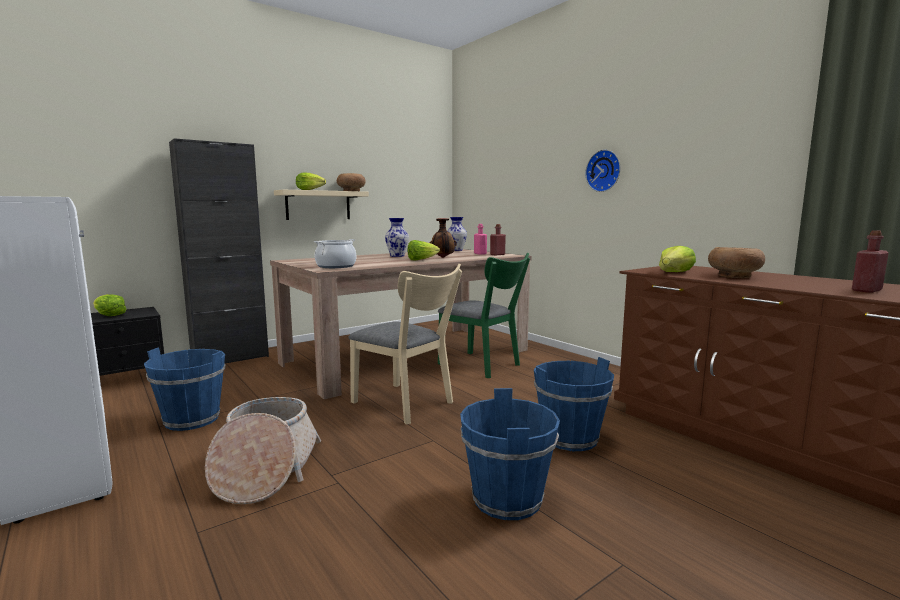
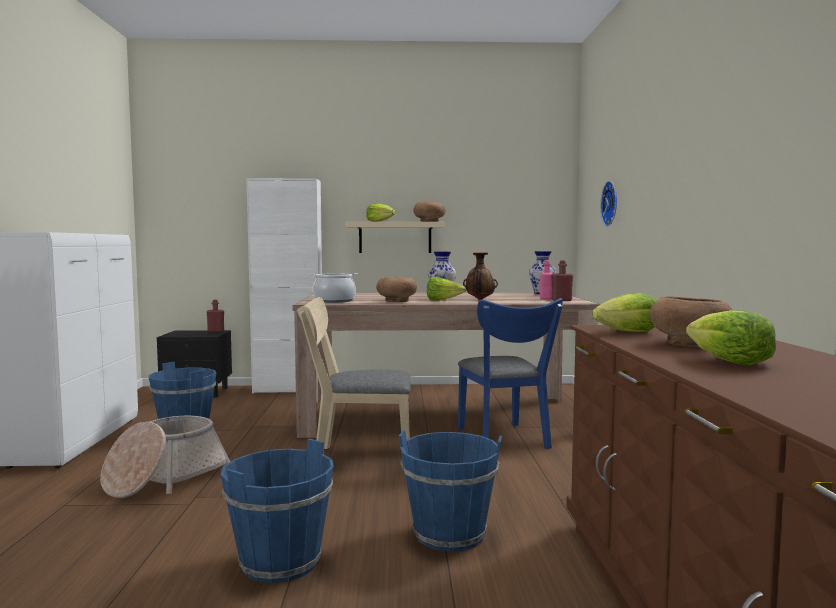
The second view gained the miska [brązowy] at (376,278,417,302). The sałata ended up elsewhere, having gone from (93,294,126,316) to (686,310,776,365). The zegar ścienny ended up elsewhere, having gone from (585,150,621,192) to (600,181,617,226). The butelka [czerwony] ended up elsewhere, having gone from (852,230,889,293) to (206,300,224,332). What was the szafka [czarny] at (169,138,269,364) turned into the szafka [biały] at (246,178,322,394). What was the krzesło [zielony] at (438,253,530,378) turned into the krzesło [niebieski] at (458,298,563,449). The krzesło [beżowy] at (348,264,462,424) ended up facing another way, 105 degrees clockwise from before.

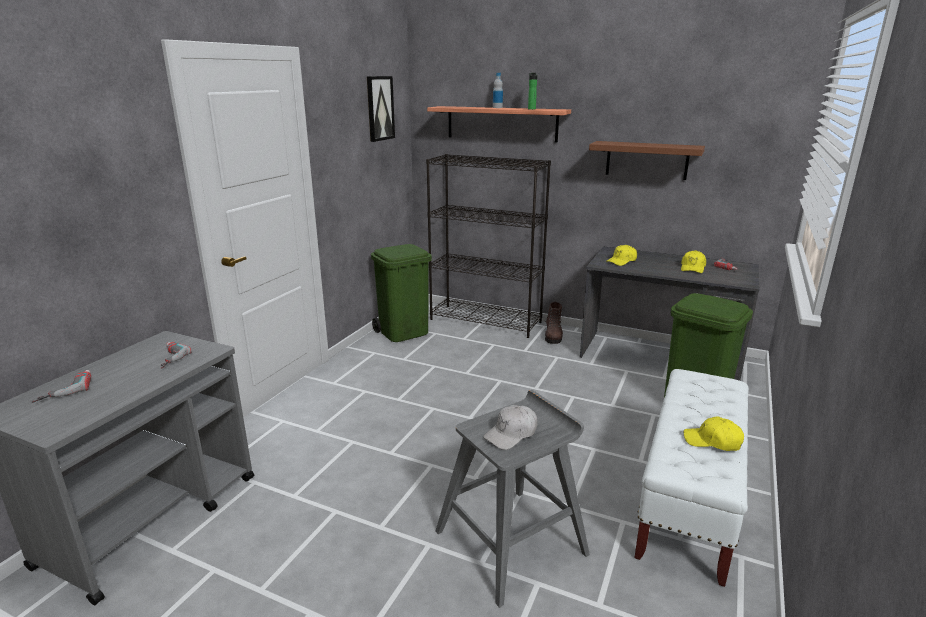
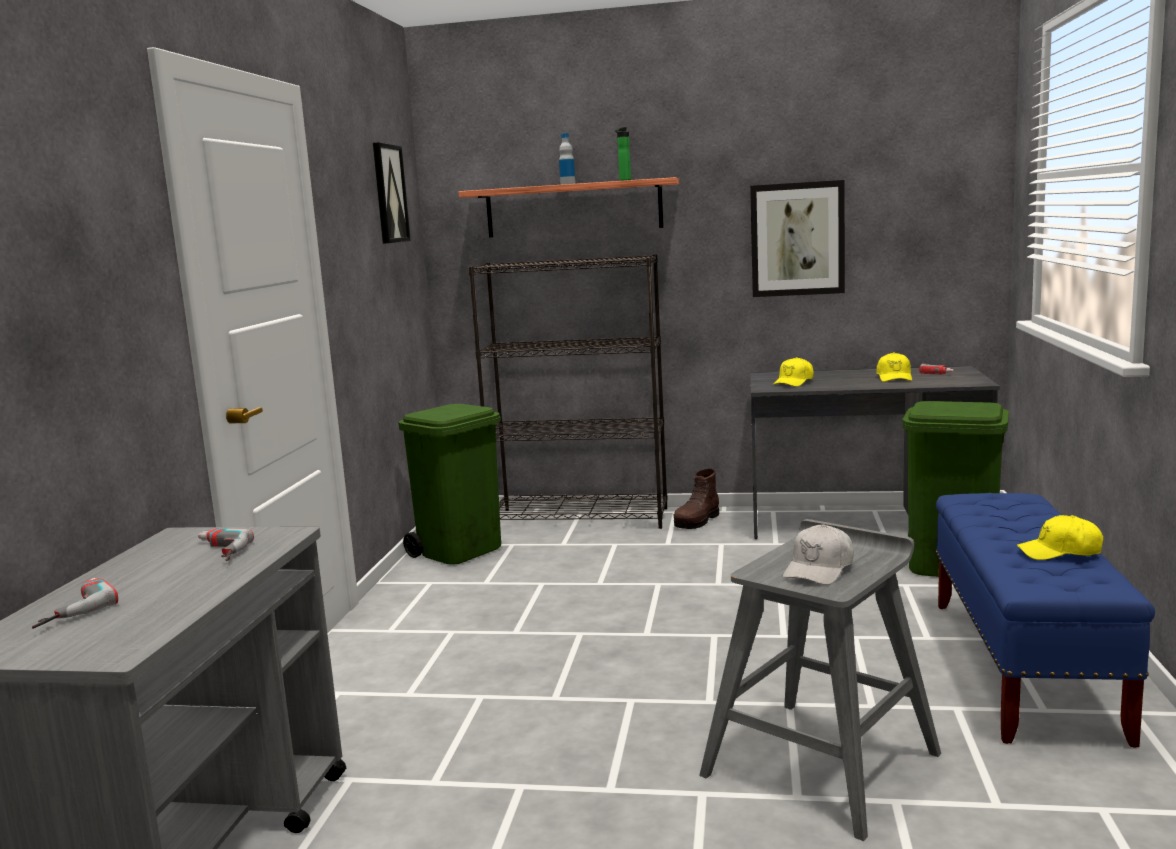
Where the półka [brązowy] hung at (589,141,705,180), the obraz came to hang at (750,180,845,297). What was the ławka [biały] at (634,369,749,587) turned into the ławka [niebieski] at (936,493,1155,748). The but z cholewką [brązowy] at (545,302,563,344) ended up facing another way, 45 degrees clockwise from before.

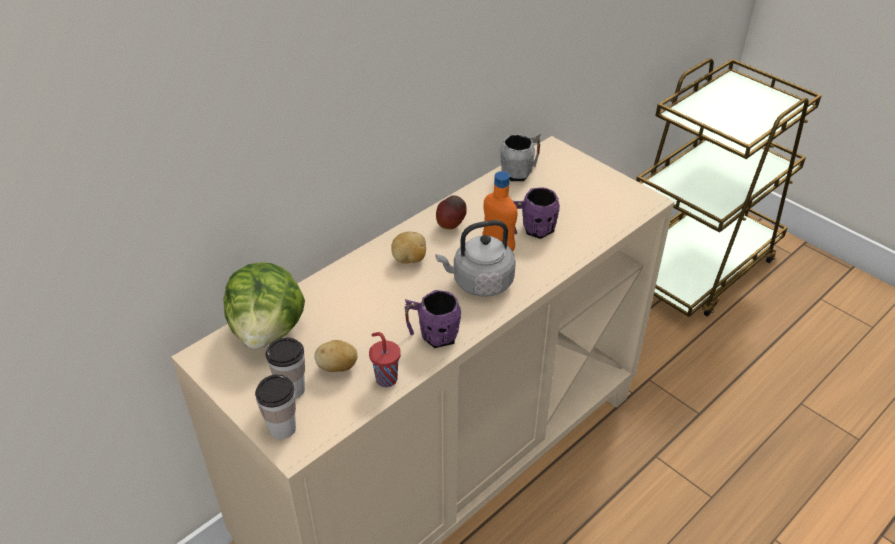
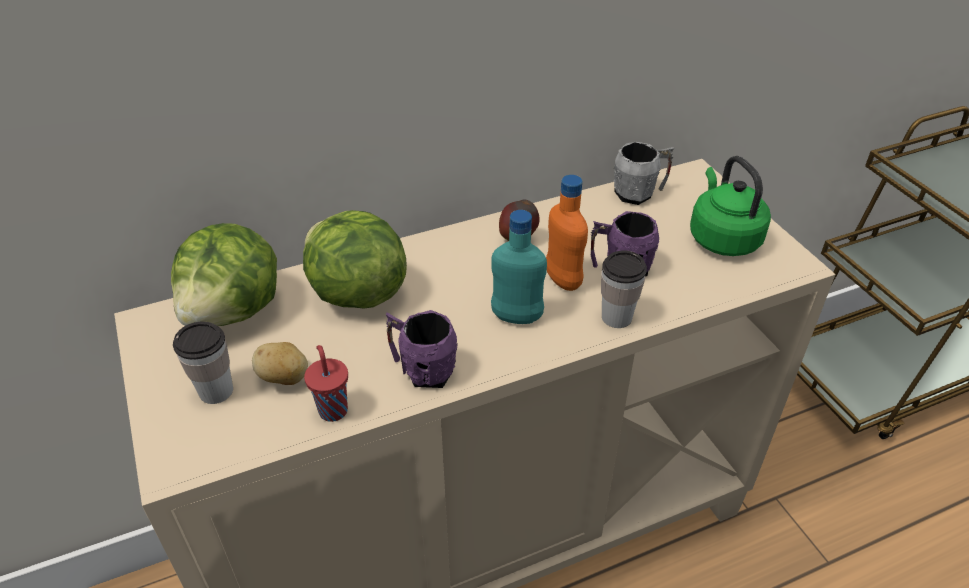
The second view lost the ziemniak at (391,231,426,264). The second view gained the sałata at (303,210,407,308). The second view gained the czajnik [zielony] at (690,156,771,256). The filiżanka ended up elsewhere, having gone from (255,374,296,439) to (601,250,647,328). Where the czajnik [szary] stood at (435,220,516,297), the butelka [turkusowy] came to stand at (491,210,547,324).

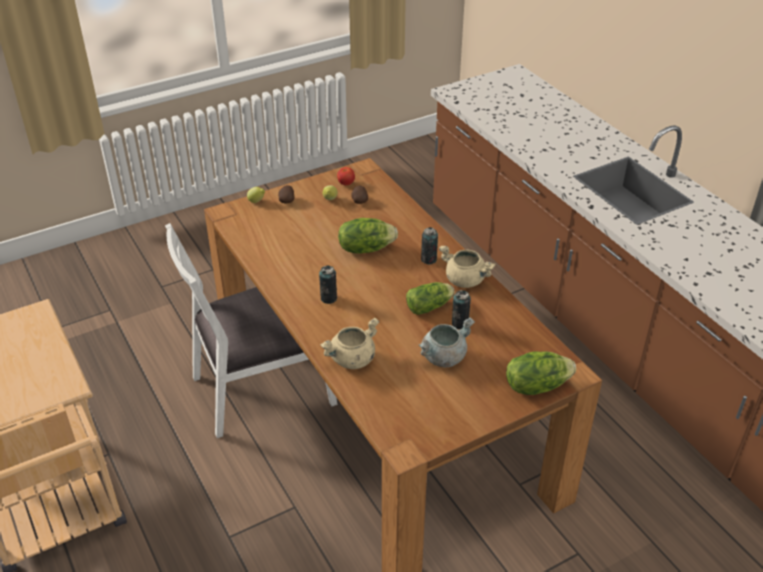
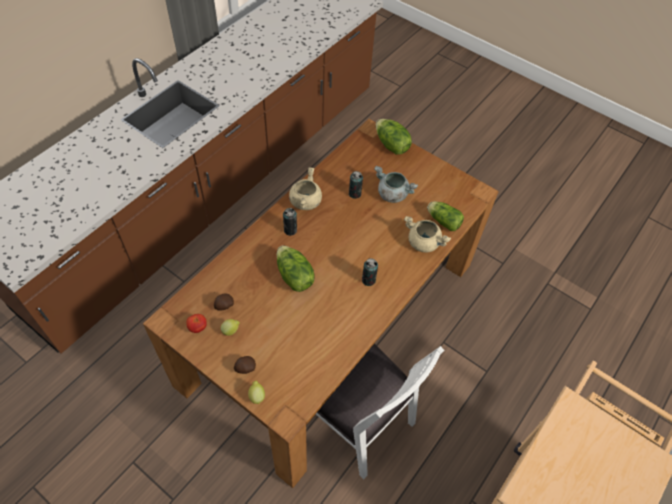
The sałata ended up elsewhere, having gone from (406,282,455,315) to (427,201,464,231).

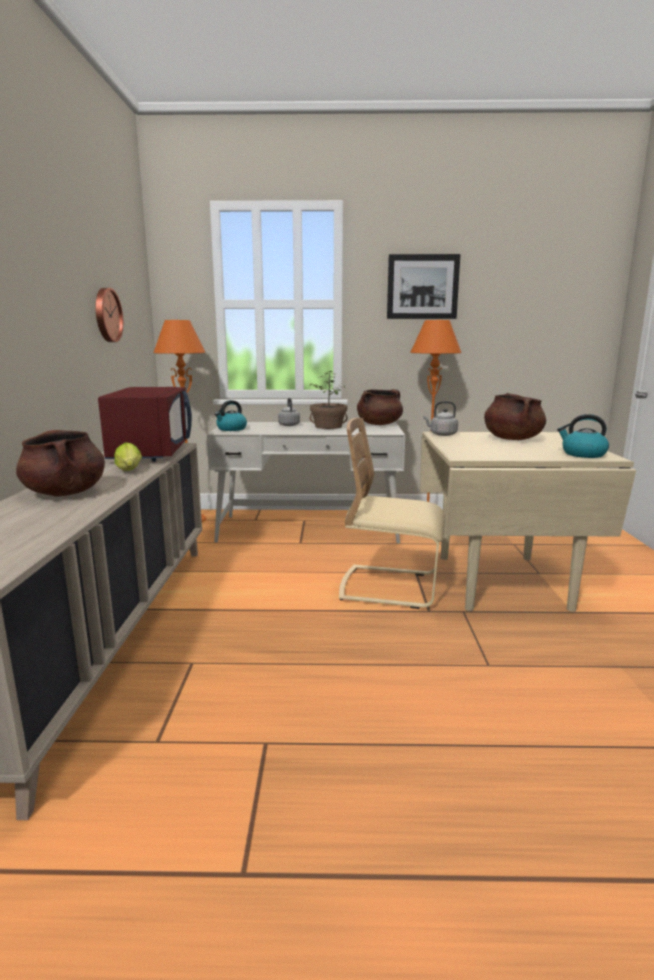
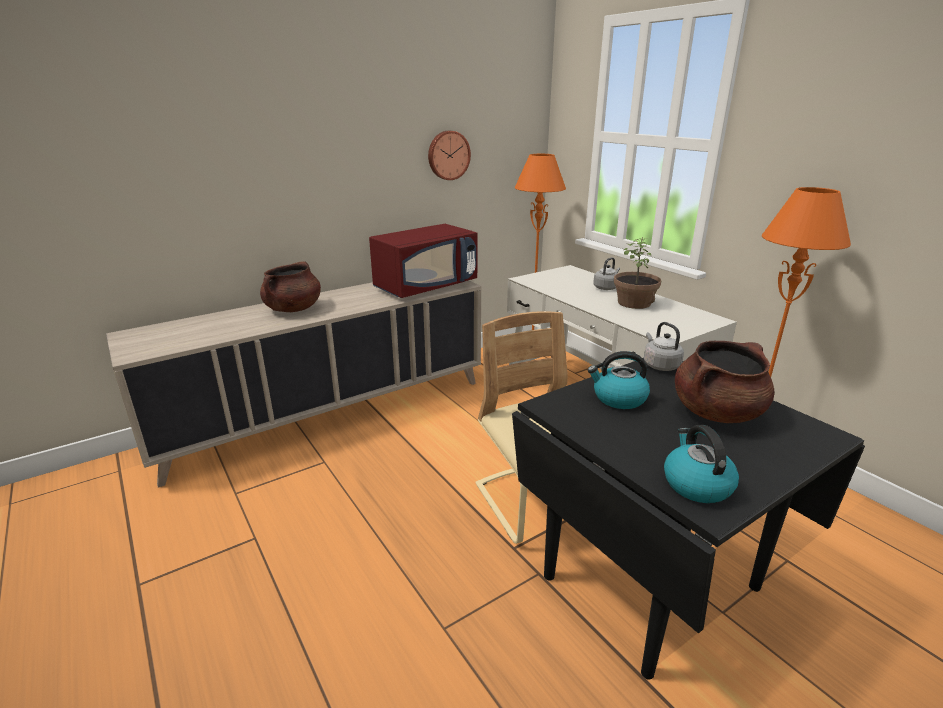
The second view lost the sałata at (114,442,142,471). The second view lost the garnek [brązowy] at (357,389,403,425). The second view lost the obraz at (387,254,461,319). The czajnik ended up elsewhere, having gone from (215,400,247,431) to (588,351,650,409). What was the stół jadalny [beżowy] at (420,432,636,612) turned into the stół jadalny [czarny] at (512,358,865,680).

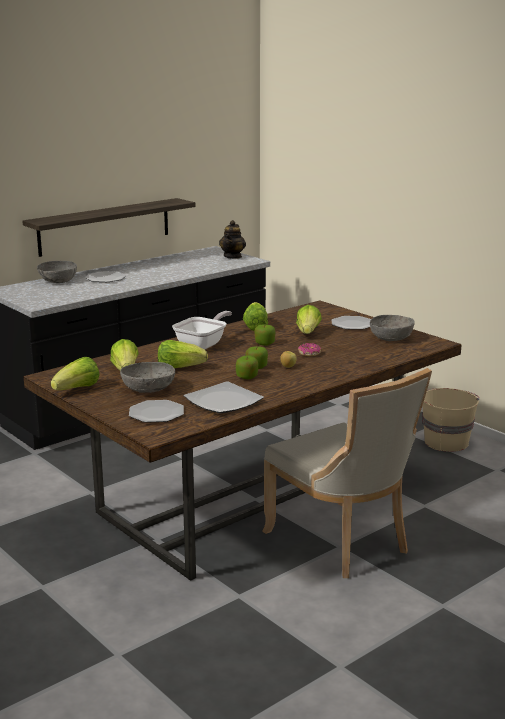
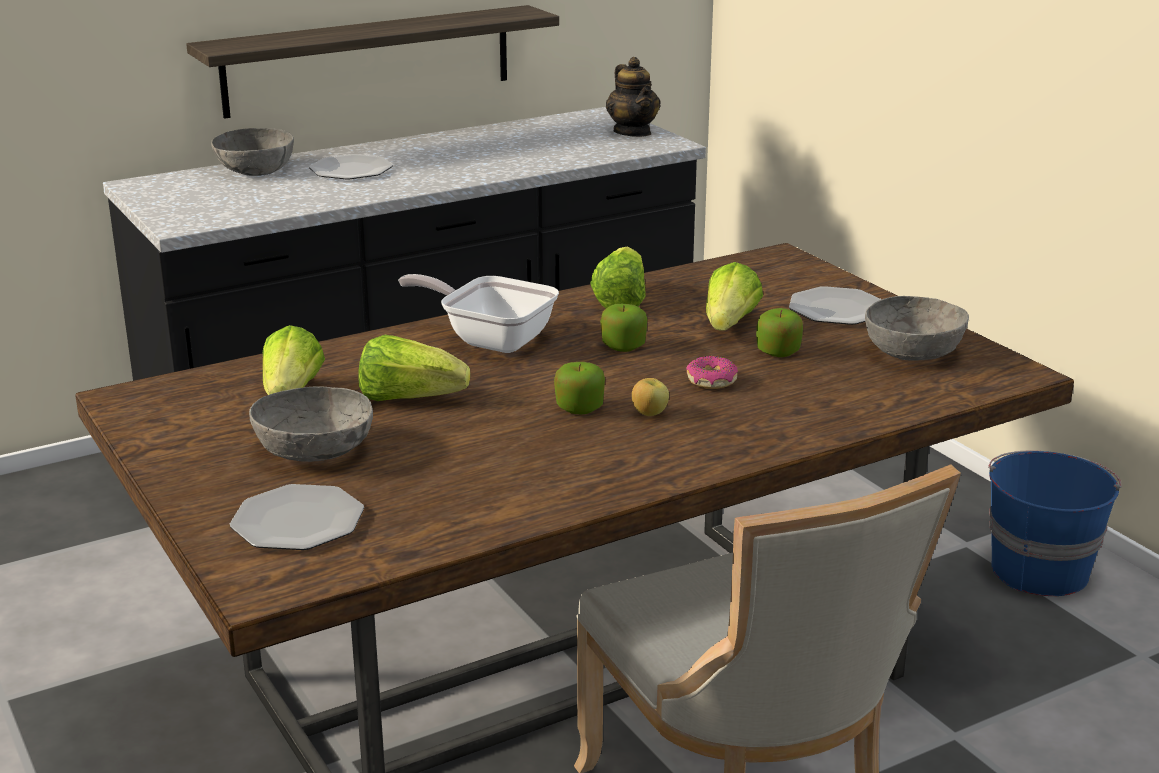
The second view lost the sałata at (51,357,100,390). The second view lost the talerz at (184,381,264,413). The jabłko ended up elsewhere, having gone from (236,355,258,379) to (756,308,803,357). What was the wiadro [beżowy] at (422,388,479,452) turned into the wiadro [niebieski] at (988,450,1121,596). The patelnia at (172,311,232,350) ended up facing another way, 105 degrees counterclockwise from before. The imbryk at (219,220,246,259) ended up facing another way, 45 degrees counterclockwise from before.

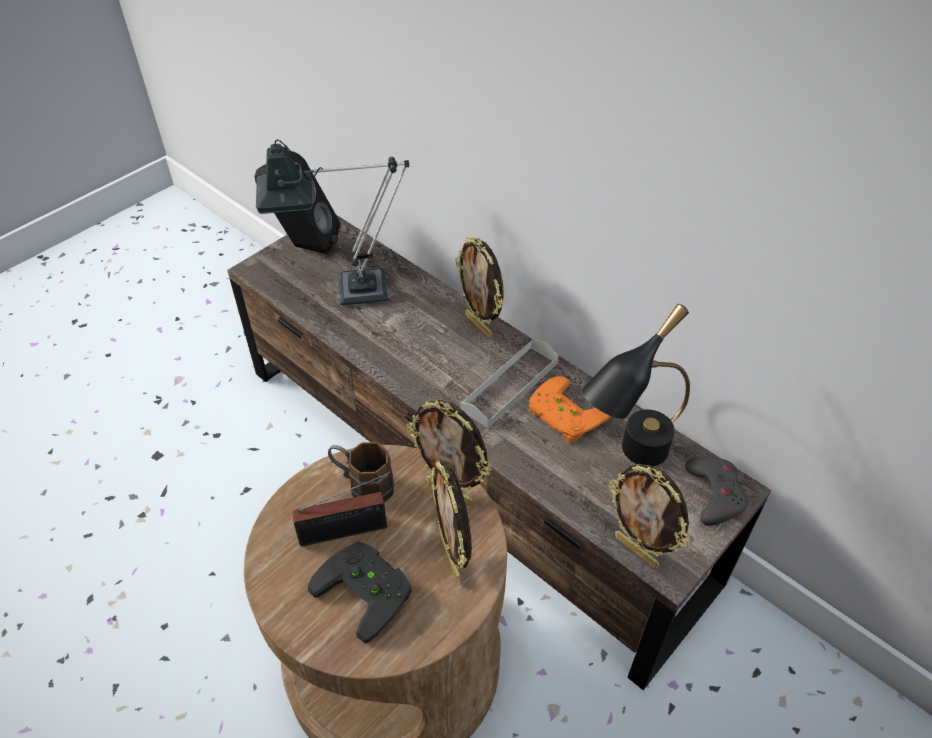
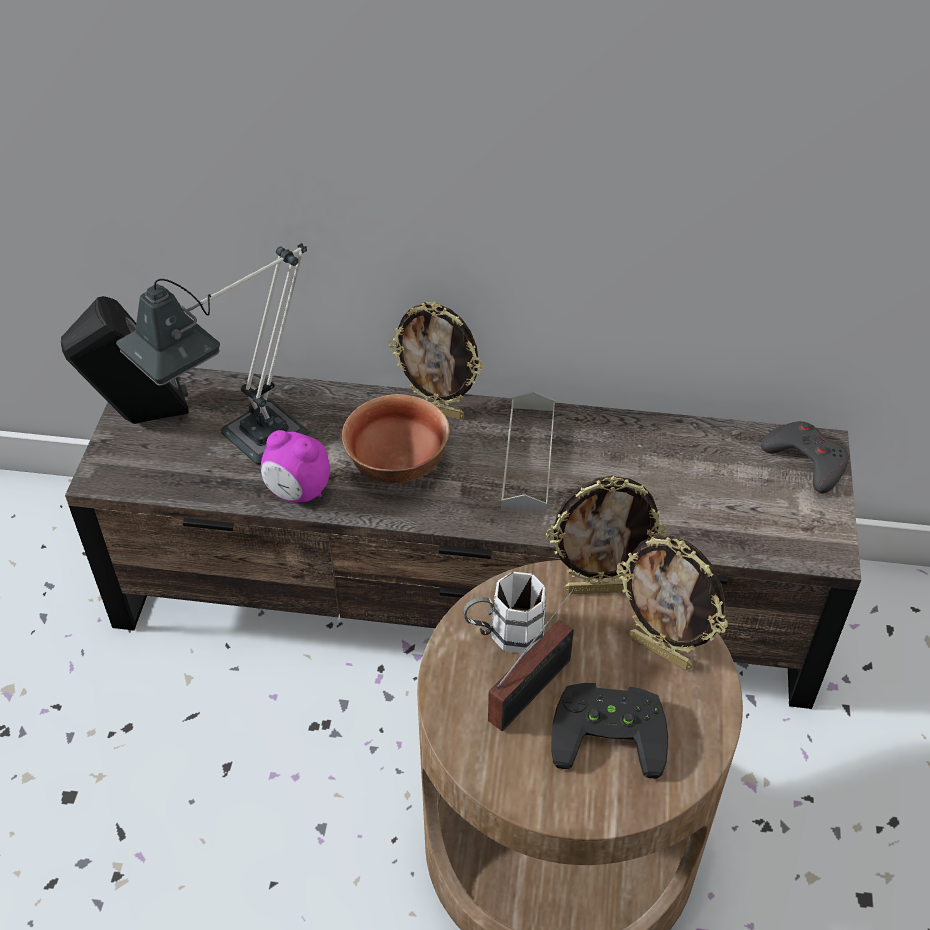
The second view lost the pad do gier [pomarańczowy] at (529,376,611,443). The second view lost the lampa stołowa [czarny] at (581,304,690,466). The second view lost the ramka na zdjęcie at (609,464,689,569). The second view gained the budzik at (261,430,330,502). The second view gained the miska at (342,394,450,483). What was the kubek [brązowy] at (328,442,394,503) turned into the kubek [biały] at (463,572,546,654).

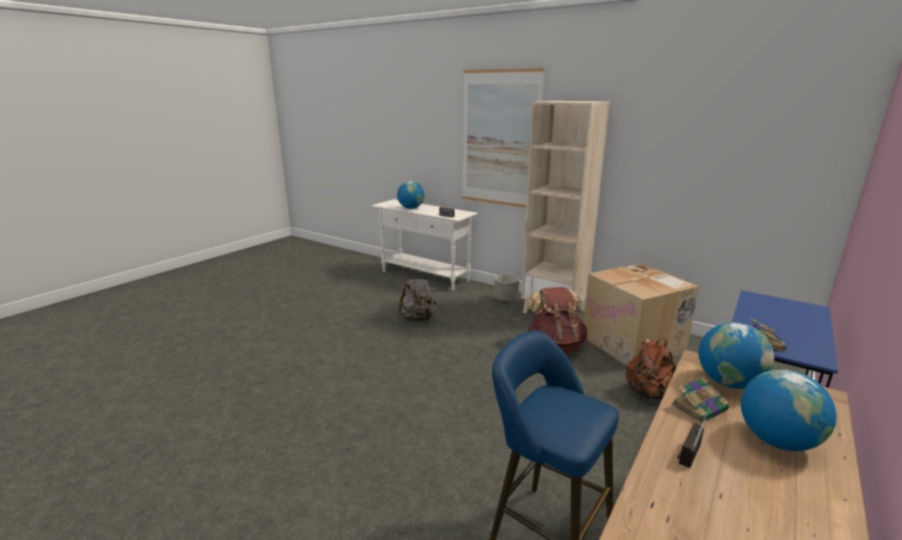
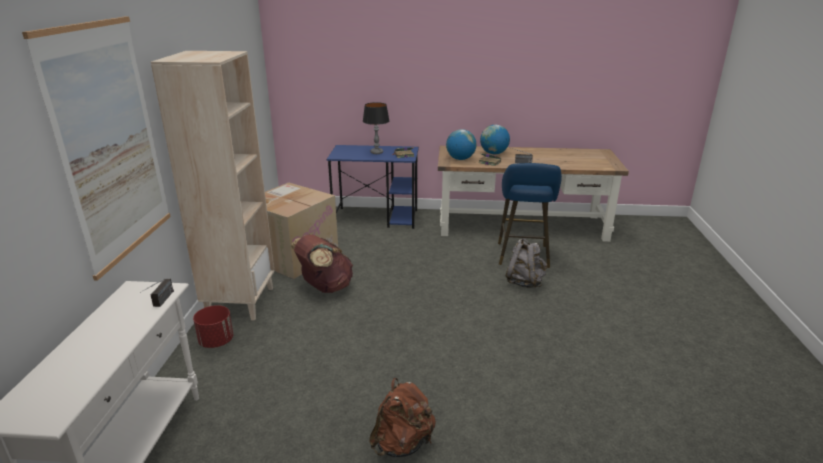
The second view lost the globus at (397,181,425,209). The second view gained the lampa stołowa at (363,102,389,154). The plecak [szary] ended up elsewhere, having gone from (397,273,437,321) to (506,238,547,288). The plecak [brązowy] ended up elsewhere, having gone from (626,338,676,400) to (369,378,436,457). What was the donica [szary] at (494,274,519,302) turned into the donica [czerwony] at (193,305,233,348).

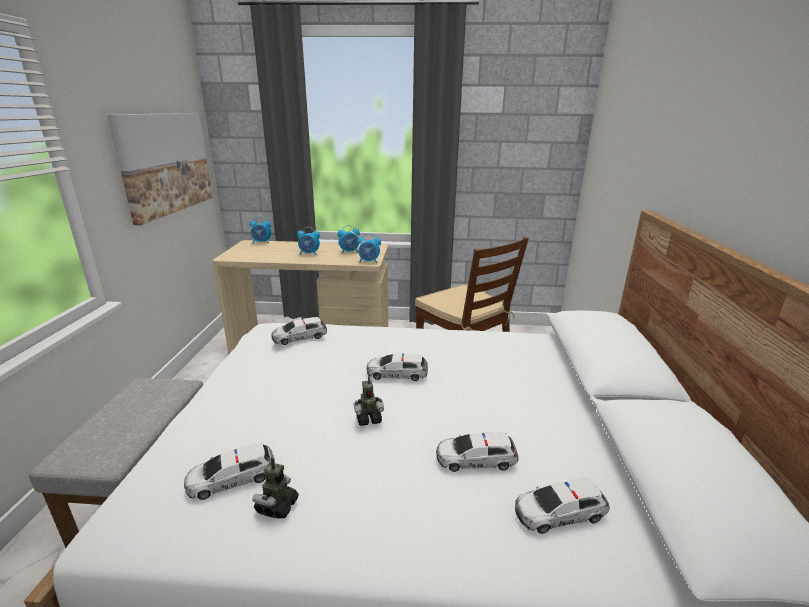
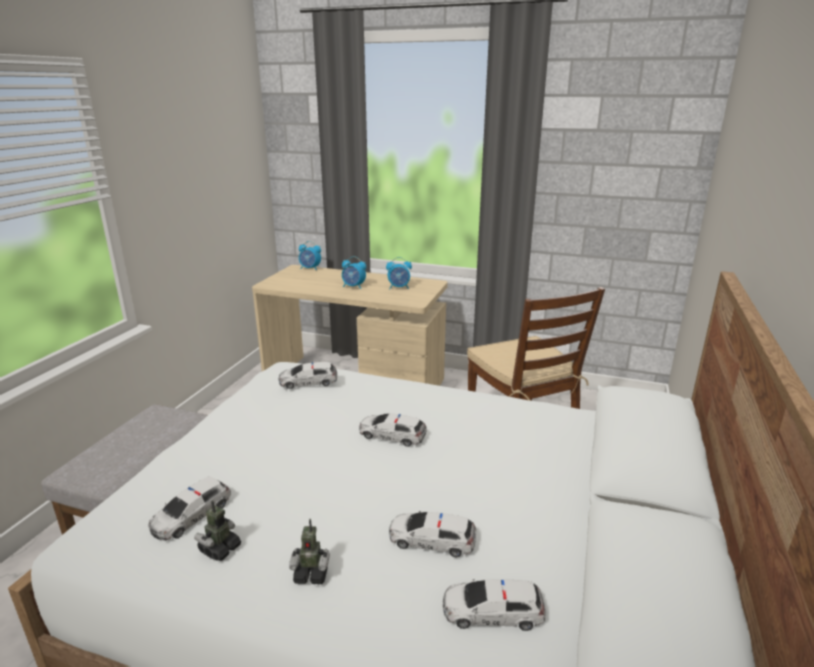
The second view lost the obraz at (107,113,213,225). The second view lost the budzik at (357,233,381,263). The robot zabawkowy ended up elsewhere, having gone from (354,374,384,426) to (289,519,330,584). The samochodzik at (184,443,275,500) ended up facing another way, 45 degrees counterclockwise from before.

